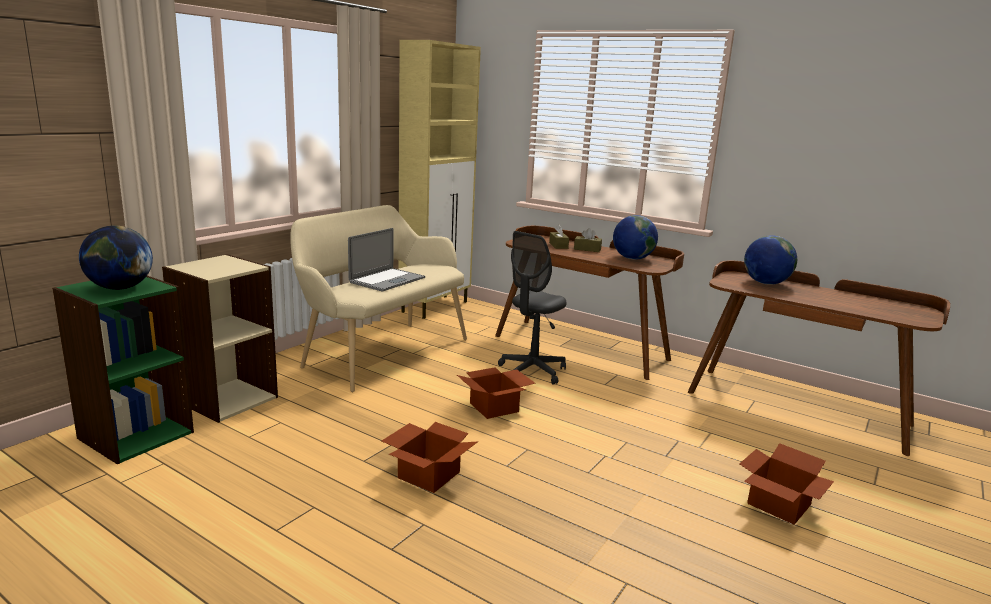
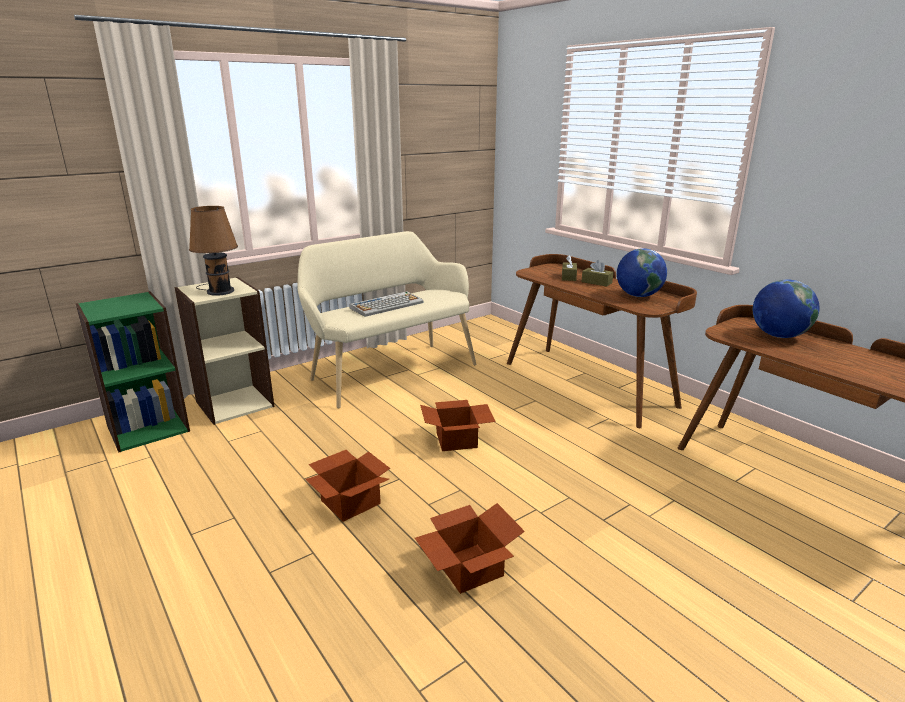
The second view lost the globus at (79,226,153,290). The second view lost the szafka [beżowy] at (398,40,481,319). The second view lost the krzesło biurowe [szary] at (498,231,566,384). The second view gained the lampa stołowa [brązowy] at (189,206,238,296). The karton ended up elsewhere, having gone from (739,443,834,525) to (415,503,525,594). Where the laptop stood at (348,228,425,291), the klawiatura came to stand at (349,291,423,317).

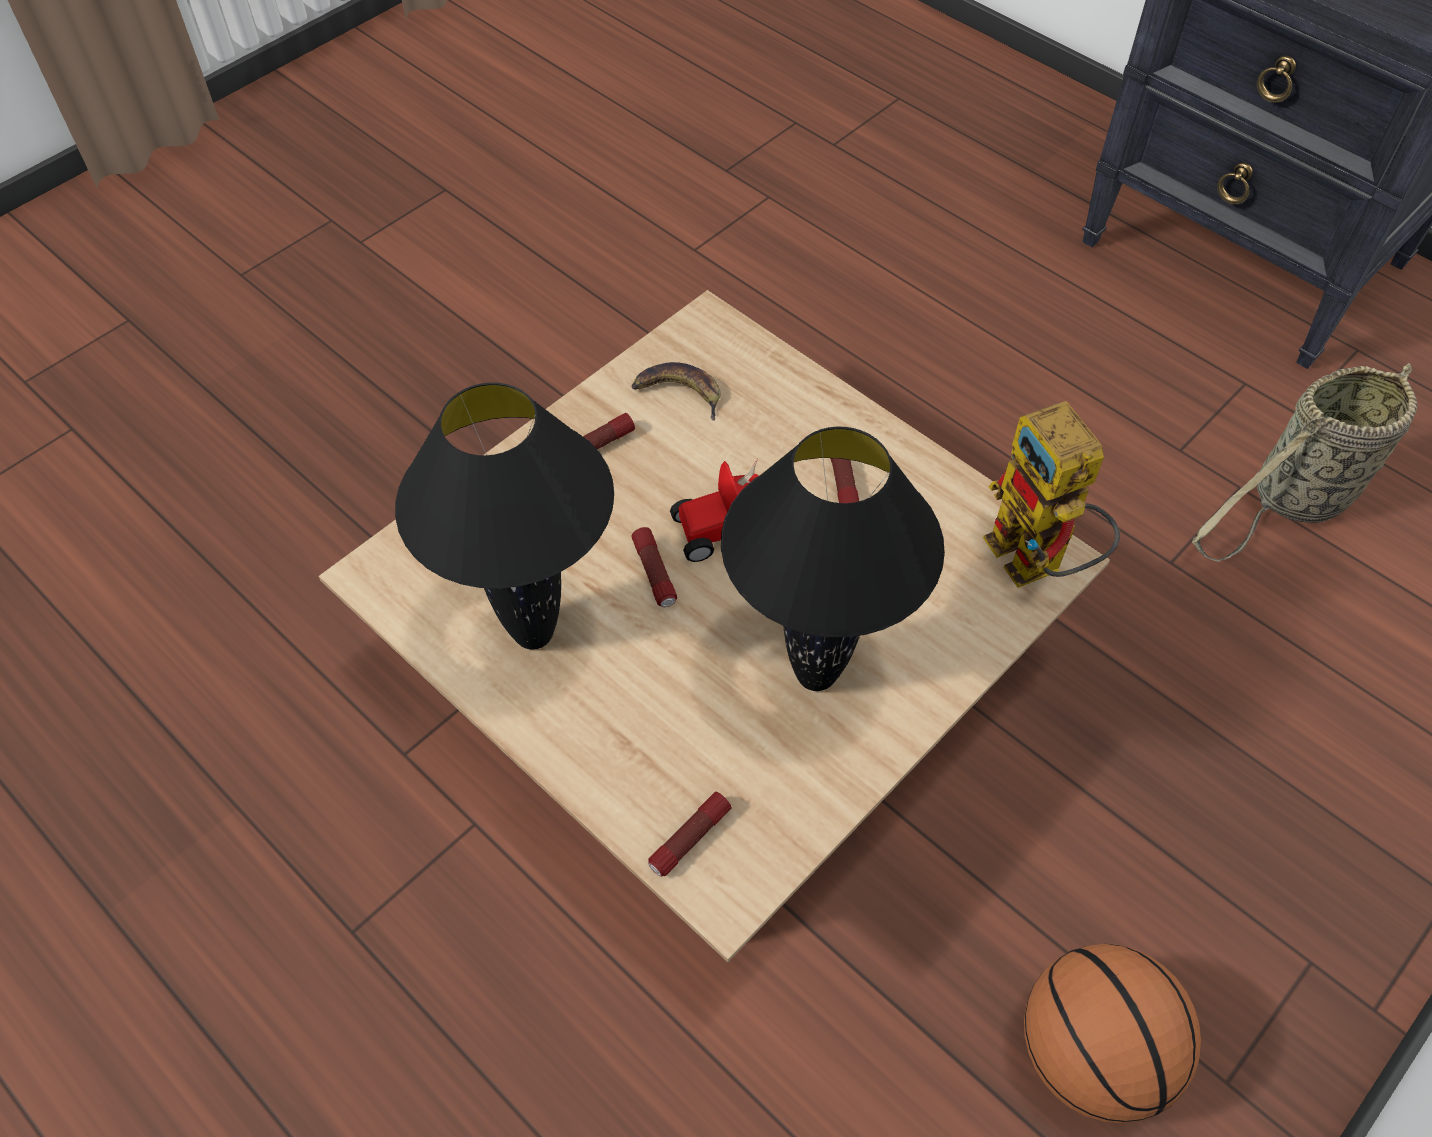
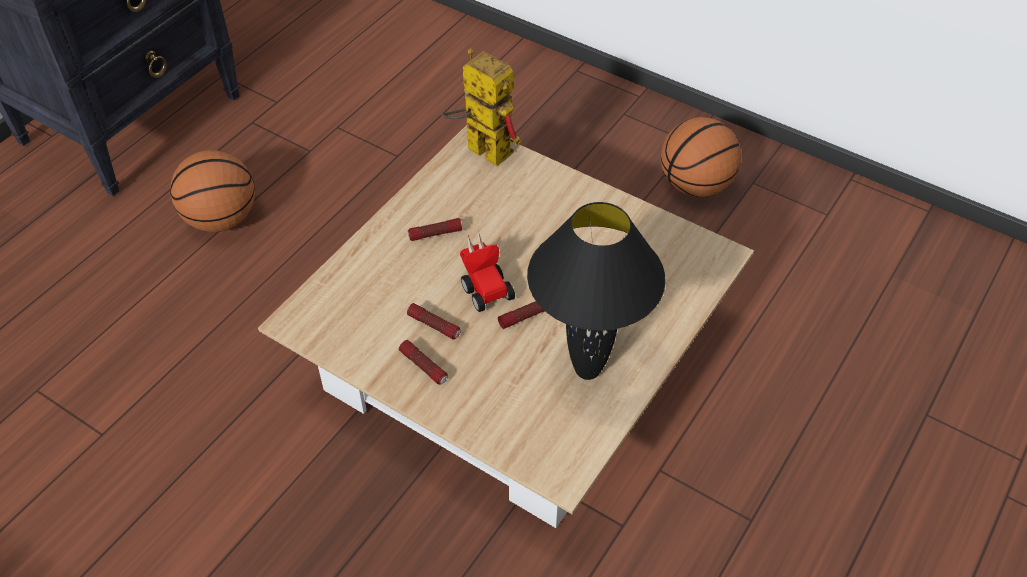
The second view lost the banan at (631,362,721,421). The second view lost the lampa stołowa [czarny] at (721,427,945,691). The second view lost the koszyk at (1192,363,1417,562). The second view gained the piłka do koszykówki at (170,150,255,232). The latarka ended up elsewhere, having gone from (648,792,732,877) to (407,303,461,339). The robot zabawkowy at (983,401,1120,588) ended up facing another way, 105 degrees counterclockwise from before.

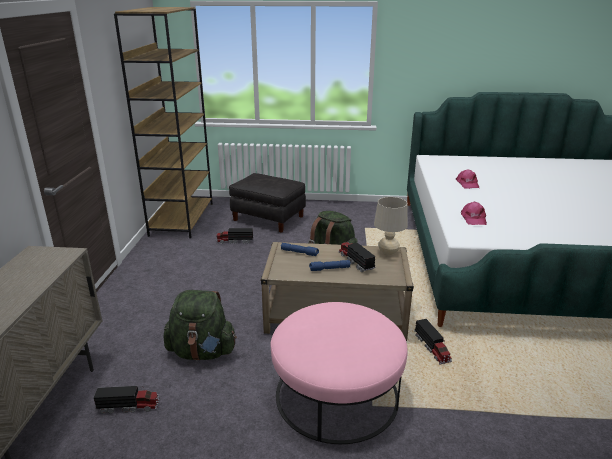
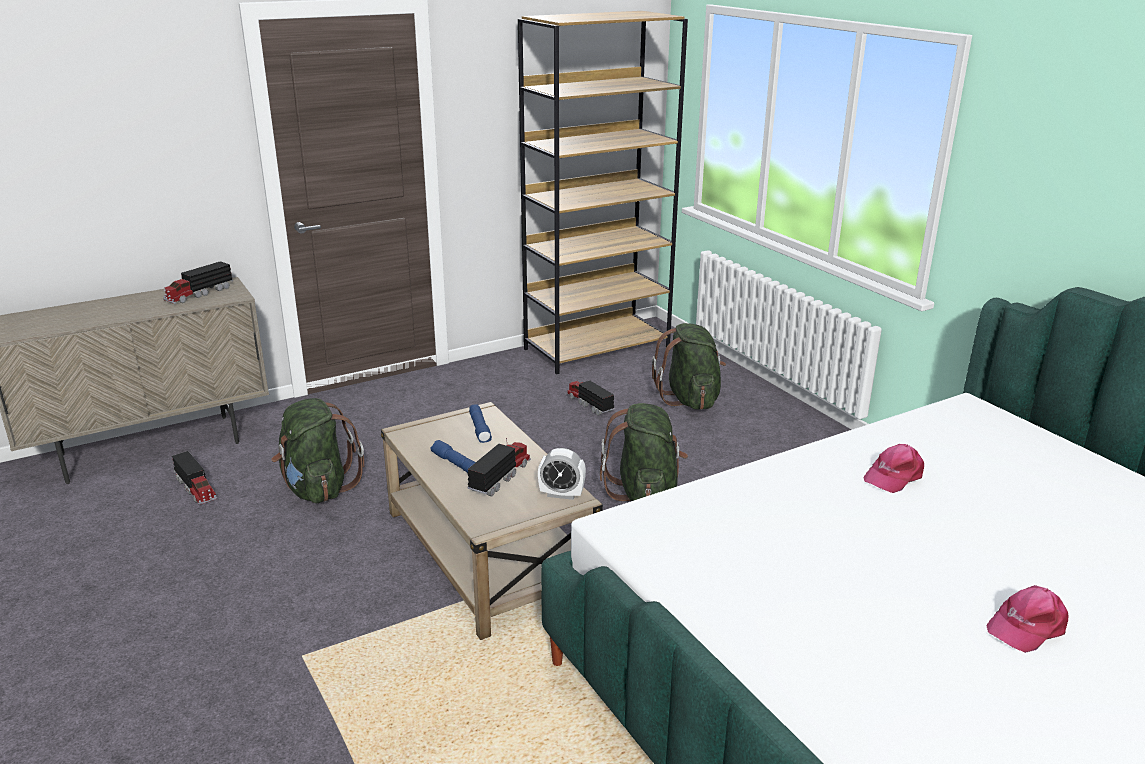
The second view lost the pufa [różowy] at (270,302,408,444). The ciężarówka zabawkowa ended up elsewhere, having gone from (414,319,452,365) to (163,261,233,304). The czapka z daszkiem [różowy] ended up elsewhere, having gone from (461,202,487,225) to (986,585,1069,653). Where the pufa [czarny] stood at (229,173,306,233), the plecak [zielony] came to stand at (652,323,726,410). Where the lampa stołowa [beżowy] stood at (374,197,408,256), the budzik came to stand at (538,448,586,500).

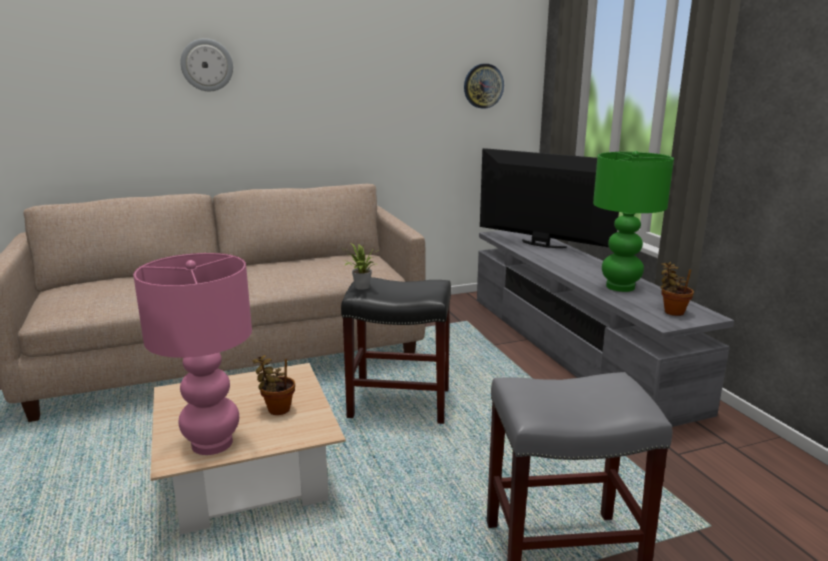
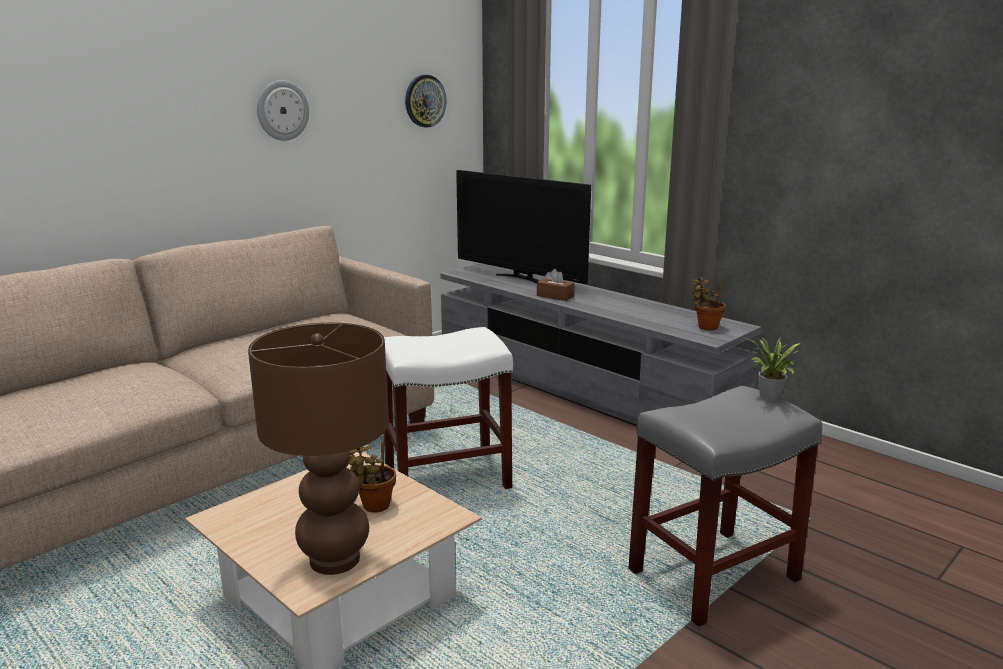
The second view lost the lampa stołowa [zielony] at (593,151,674,292). The second view gained the pudełko chusteczek [brązowy] at (537,269,575,301). The zegar ścienny ended up elsewhere, having gone from (180,38,233,91) to (257,80,309,141). The roślina doniczkowa ended up elsewhere, having gone from (344,243,379,290) to (745,337,800,401). What was the lampa stołowa [różowy] at (133,253,252,455) turned into the lampa stołowa [brązowy] at (248,323,389,575). What was the stołek [czarny] at (341,277,451,424) turned into the stołek [biały] at (383,327,513,489). The telewizor at (480,148,619,248) ended up facing another way, 150 degrees counterclockwise from before.

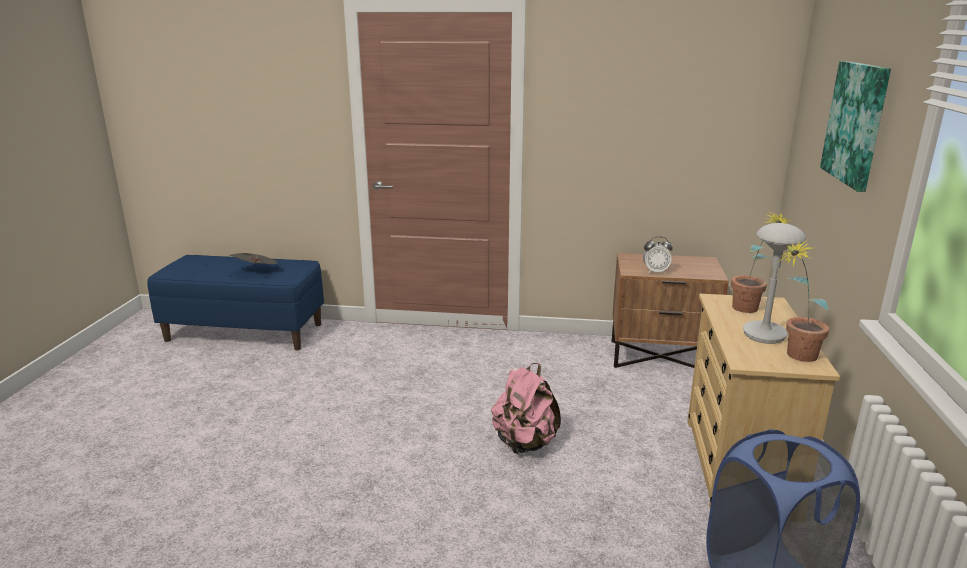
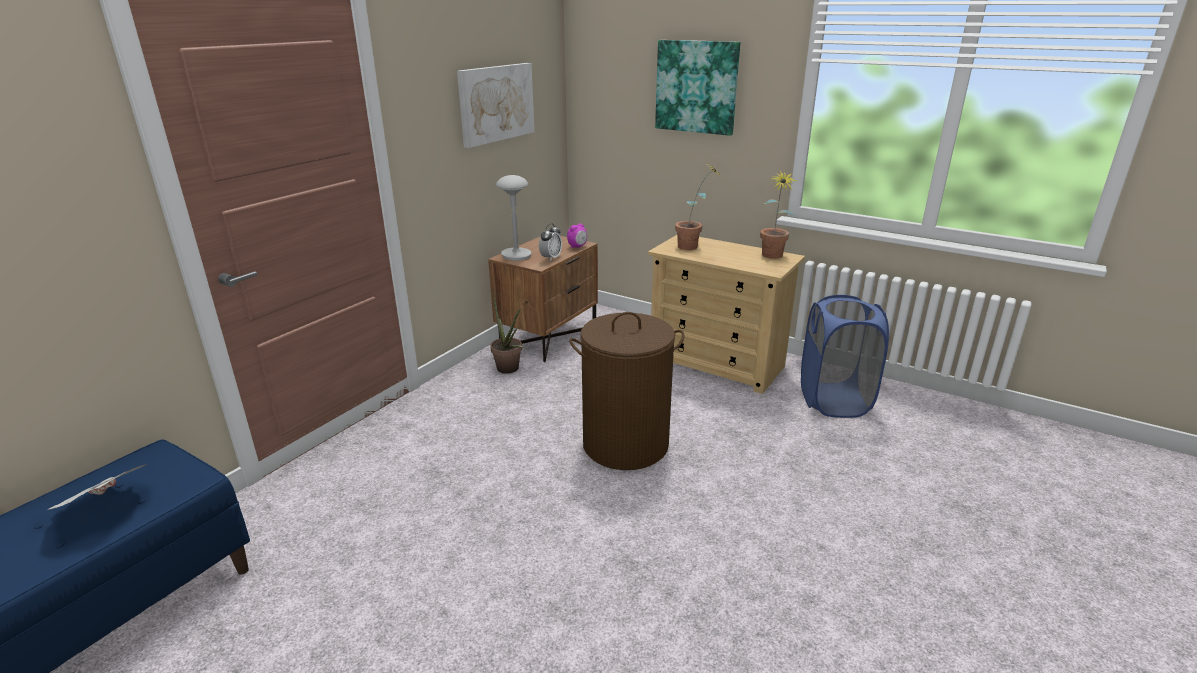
The second view gained the obraz at (457,63,535,148). The second view gained the roślina doniczkowa at (490,294,524,374). The second view gained the budzik at (567,224,587,248). The lampa stołowa [szary] ended up elsewhere, having gone from (743,223,806,344) to (496,175,532,261). Where the plecak [różowy] stood at (492,363,561,454), the kosz na pranie [brązowy] came to stand at (570,312,684,470).

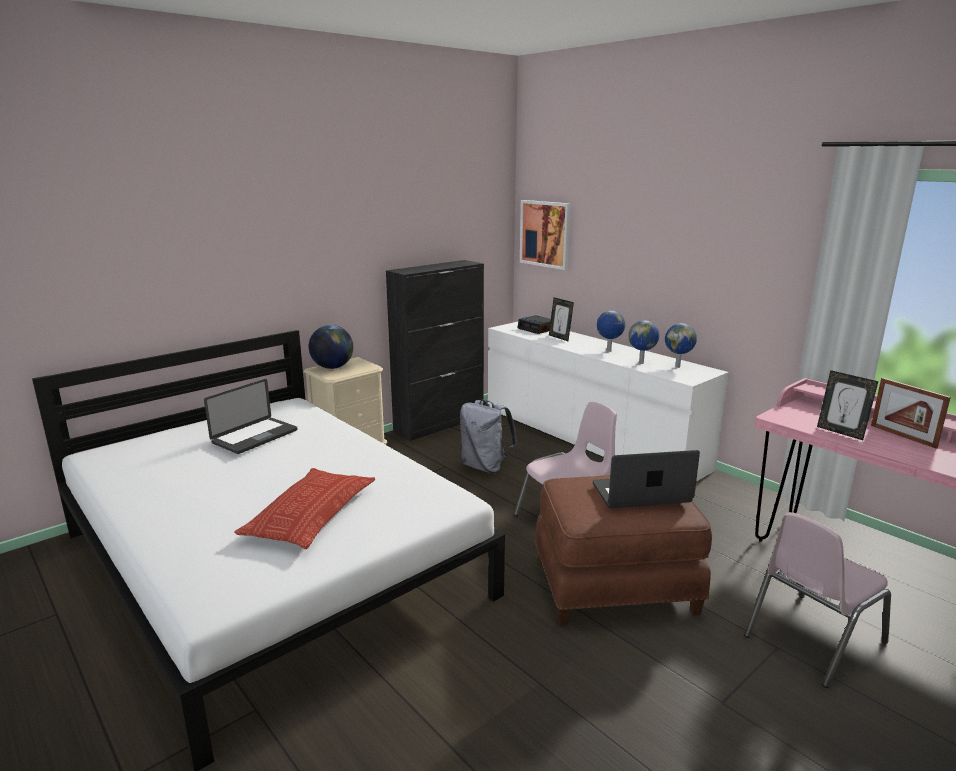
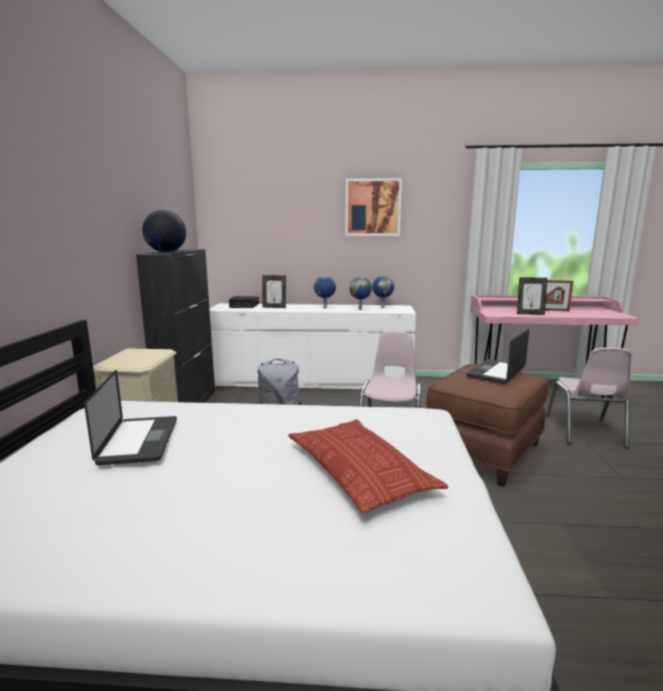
The globus ended up elsewhere, having gone from (309,325,353,369) to (142,210,186,252). The obraz ended up elsewhere, having gone from (520,200,571,270) to (345,178,402,236).

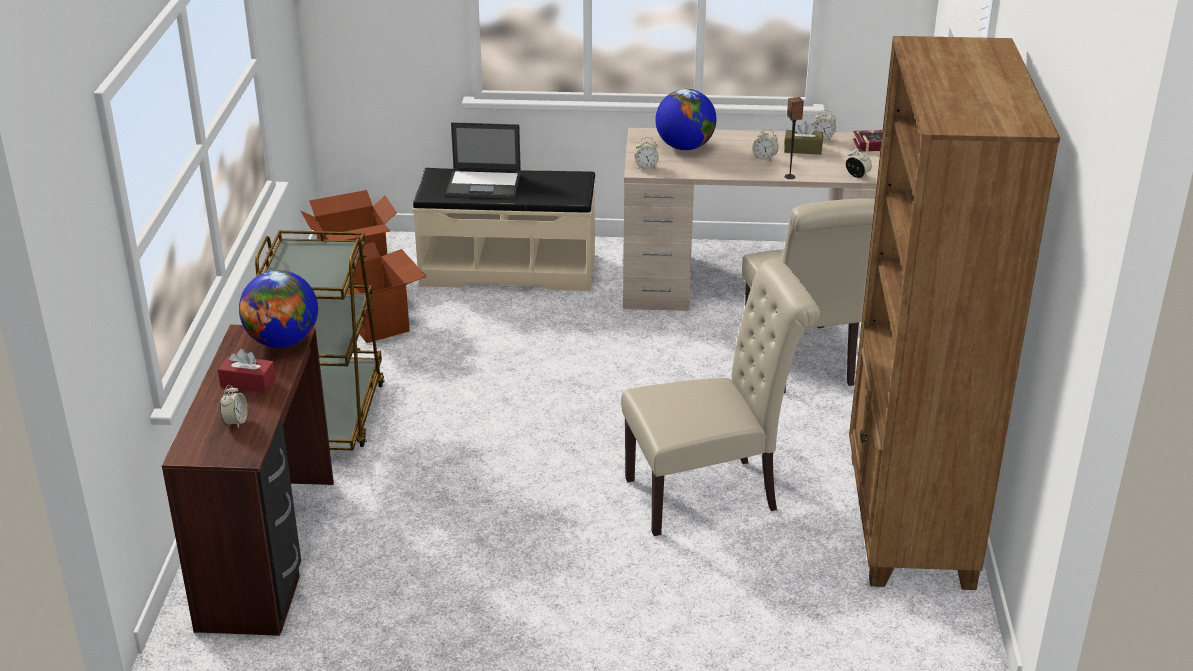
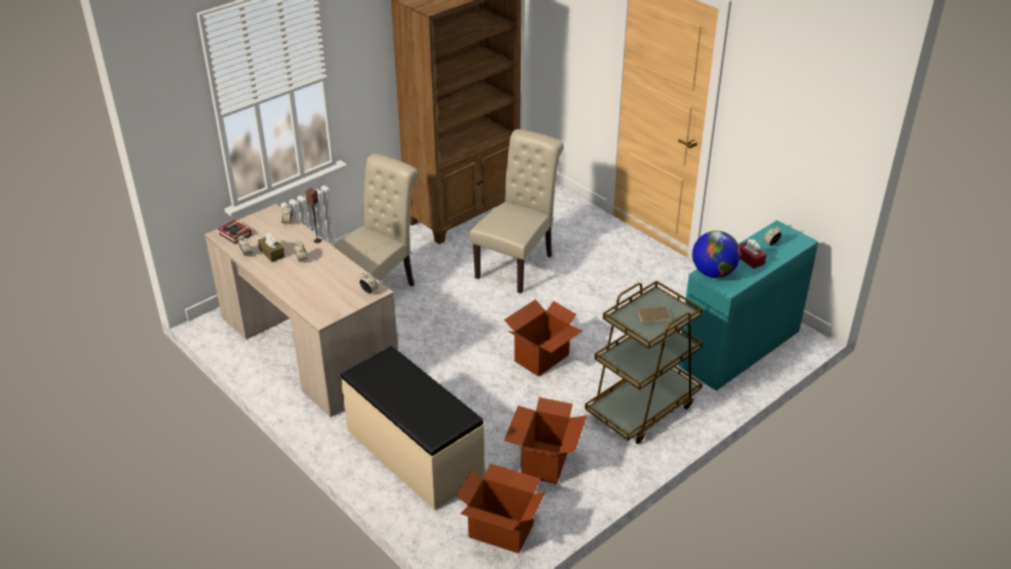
The second view lost the laptop at (446,122,521,198). The second view lost the globus at (655,89,716,150). The second view gained the karton at (504,300,582,377). The second view gained the książka [brązowy] at (636,306,671,324). What was the biurko [brązowy] at (162,324,334,636) turned into the biurko [turkusowy] at (677,220,819,391). The krzesło [beżowy] at (621,259,820,536) ended up facing another way, 90 degrees clockwise from before.

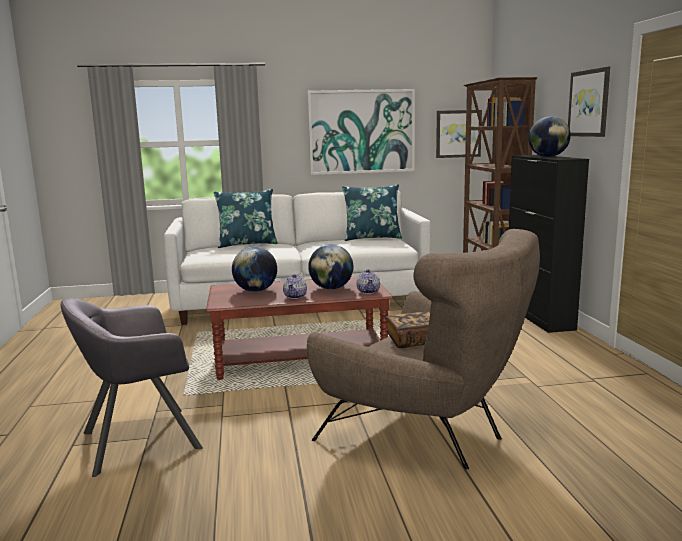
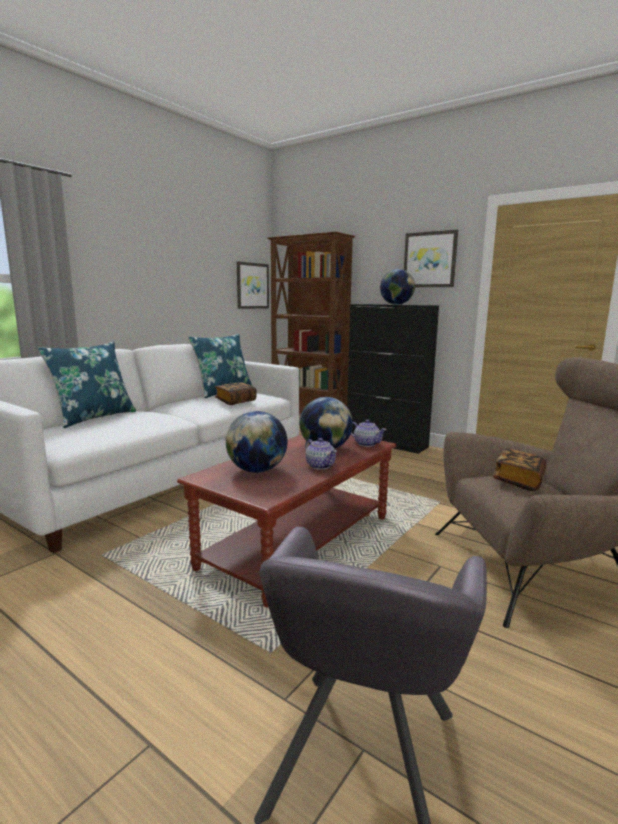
The second view lost the obraz at (307,89,415,175). The second view gained the książka at (215,382,257,405).

